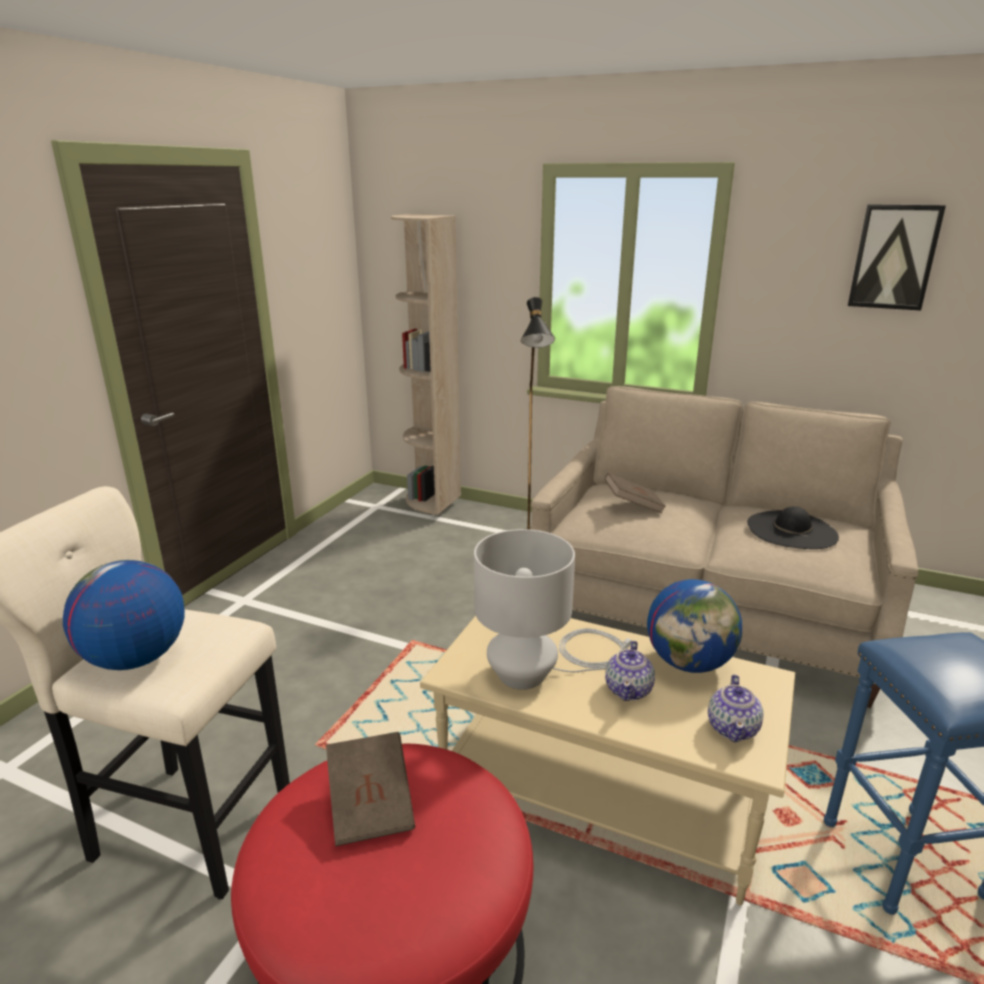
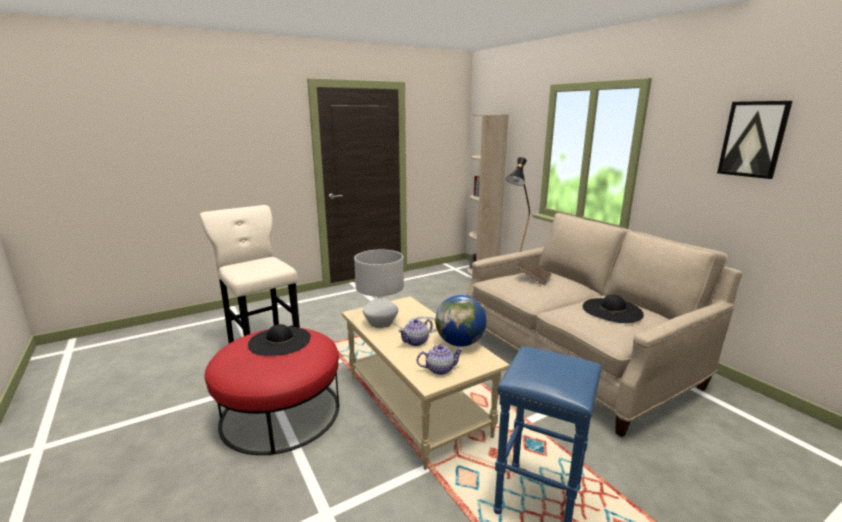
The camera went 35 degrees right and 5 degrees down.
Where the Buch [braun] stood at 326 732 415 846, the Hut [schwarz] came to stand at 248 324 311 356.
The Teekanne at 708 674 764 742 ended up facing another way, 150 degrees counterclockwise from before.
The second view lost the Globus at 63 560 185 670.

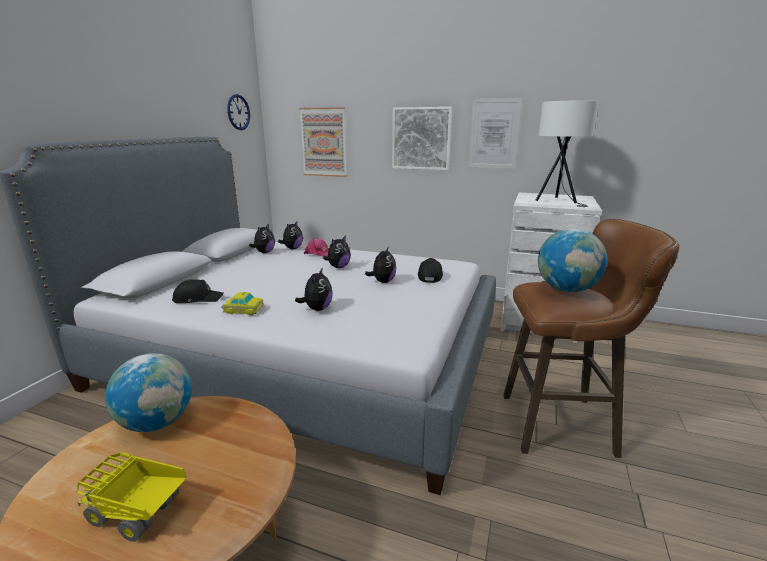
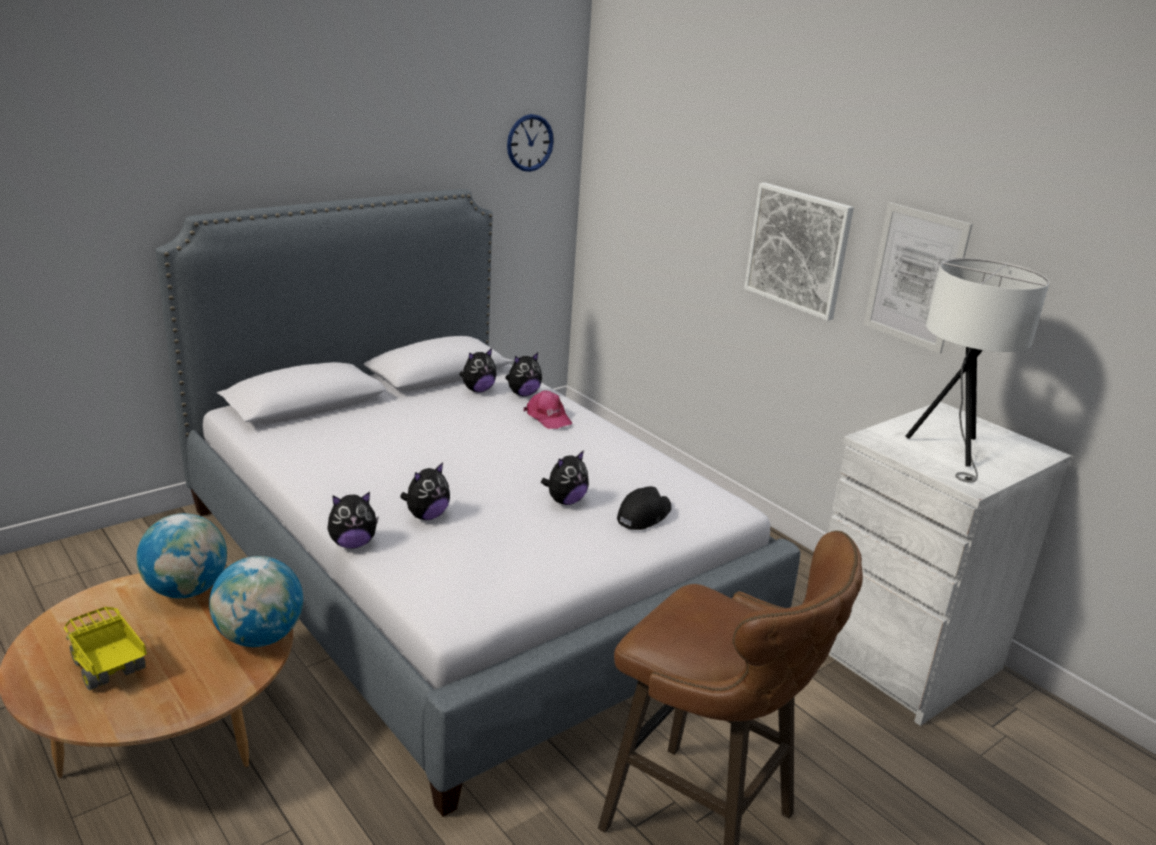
The camera went 30 degrees right and 5 degrees up.
The Globus ended up elsewhere, having gone from 538 228 607 292 to 209 556 303 647.
The Plüschtier ended up elsewhere, having gone from 323 236 351 268 to 327 492 379 549.
The second view lost the Kappe [schwarz] at 172 279 224 303.
The second view lost the Spielzeugauto at 221 292 264 315.
The second view lost the Bild at 299 107 347 177.

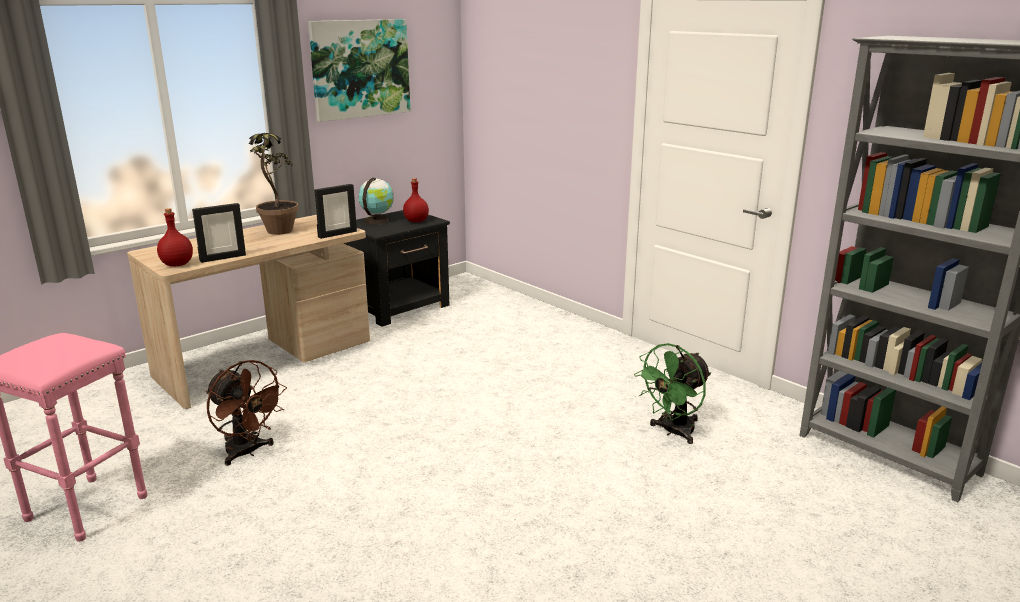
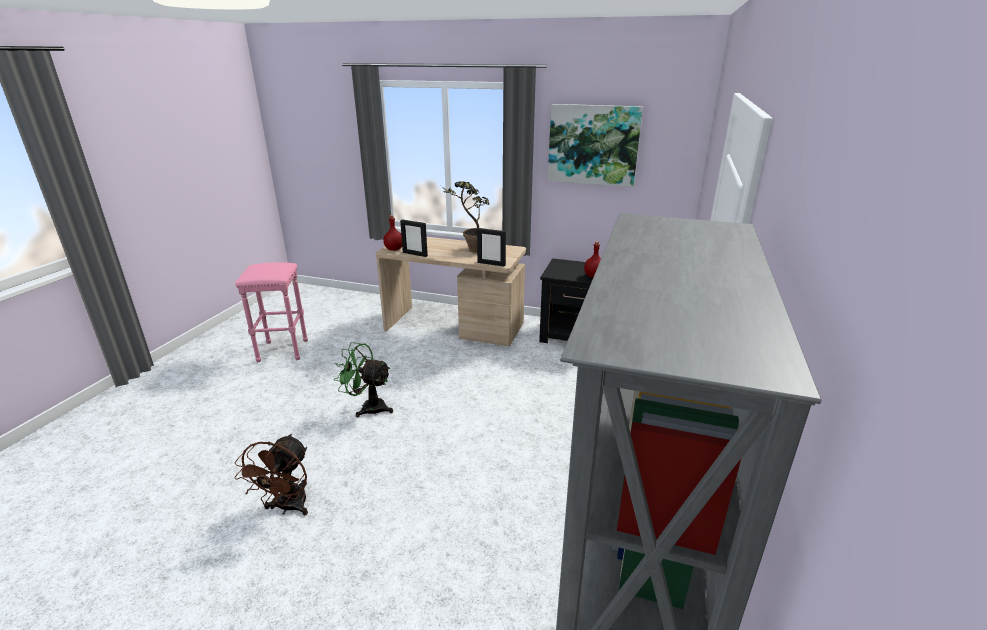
The camera went 60 degrees right and 5 degrees up.
The Ventilator [braun] ended up elsewhere, having gone from 206 360 287 466 to 234 434 308 515.
The Ventilator [grün] ended up elsewhere, having gone from 634 343 711 444 to 334 342 393 417.
The second view lost the Globus at 359 178 393 224.

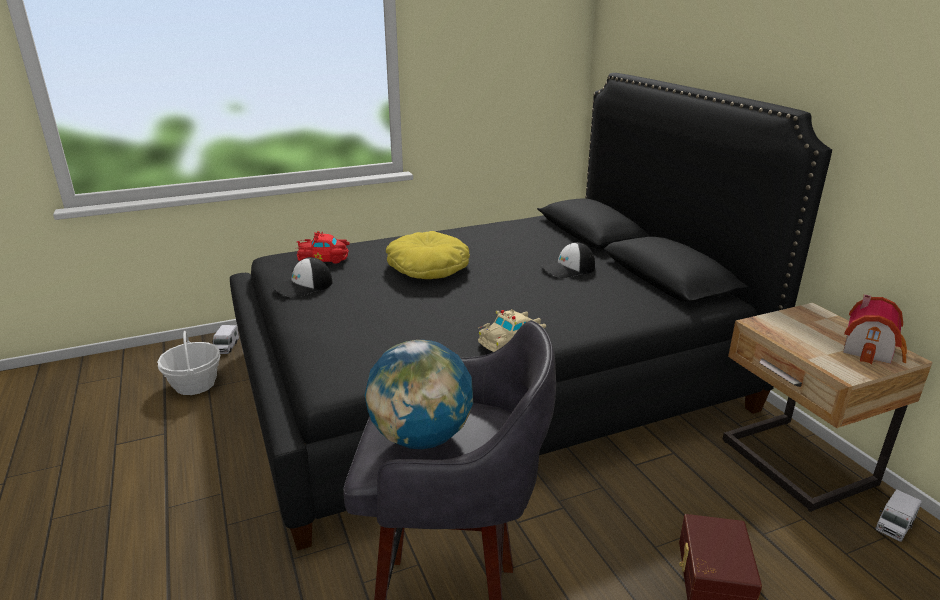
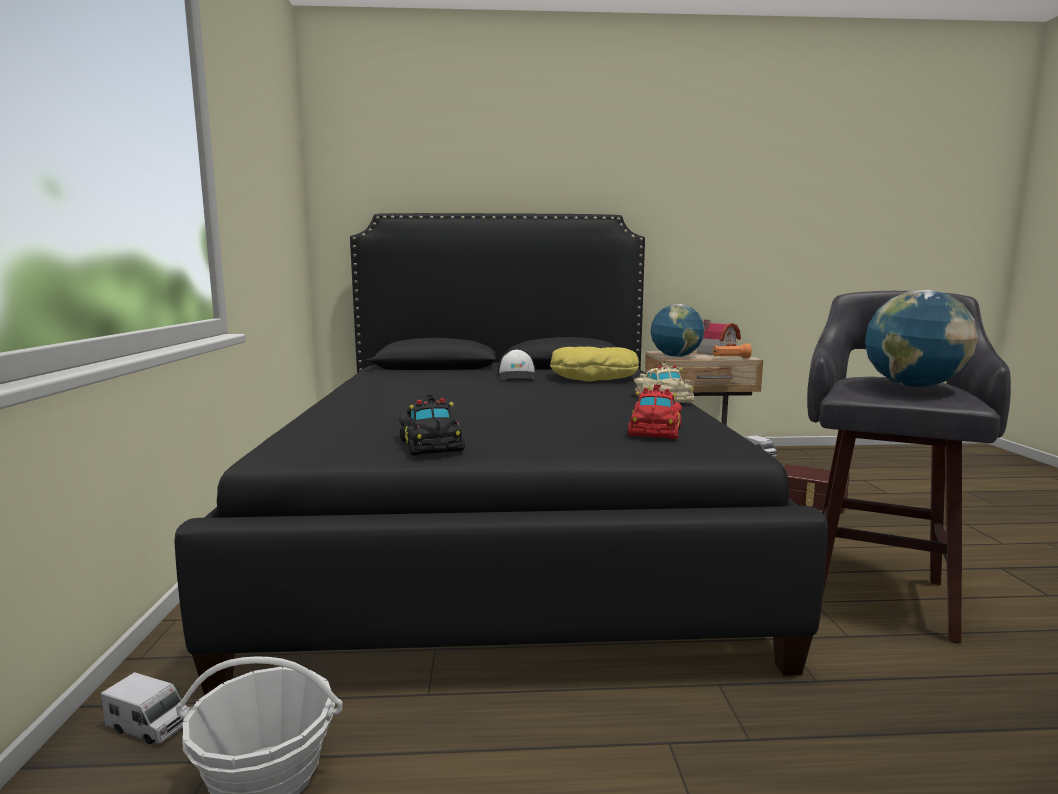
The camera went 70 degrees left and 15 degrees down.
Where the Kappe stood at 273 257 333 298, the Spielzeugauto [schwarz] came to stand at 399 395 465 456.
The Kissen [gelb] ended up elsewhere, having gone from 386 231 470 279 to 550 347 639 382.
The Spielzeugauto [rot] ended up elsewhere, having gone from 297 231 350 264 to 628 385 682 439.
The second view gained the Globus at 651 304 705 357.
The second view gained the Taschenlampe [orange] at 712 343 752 358.

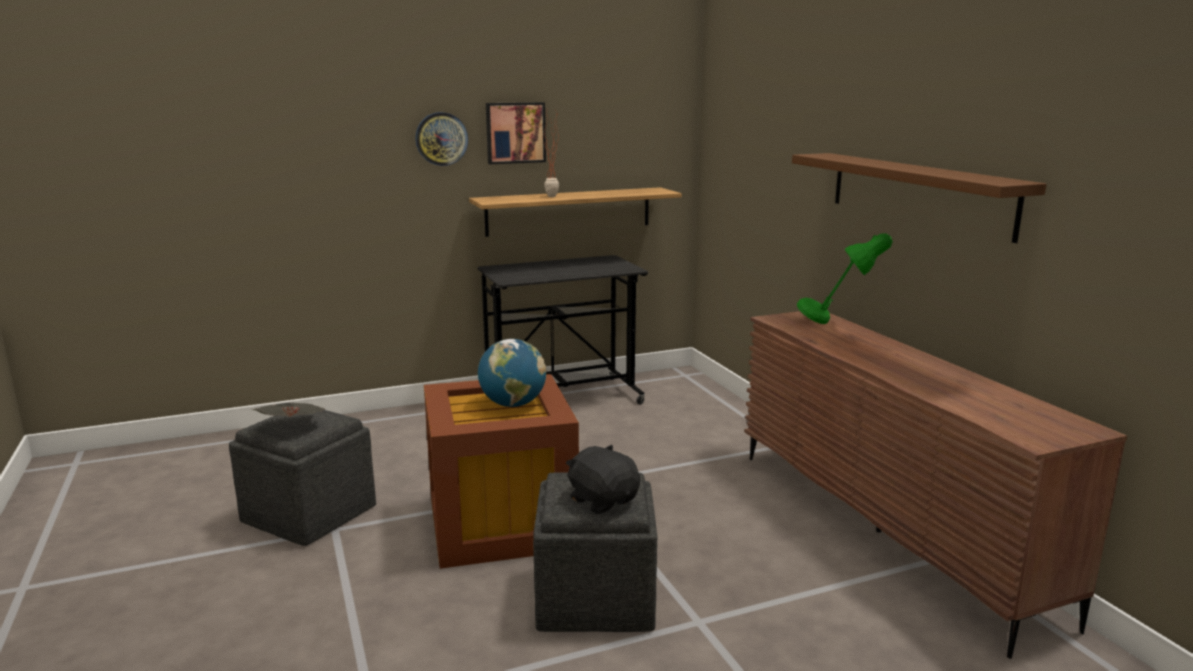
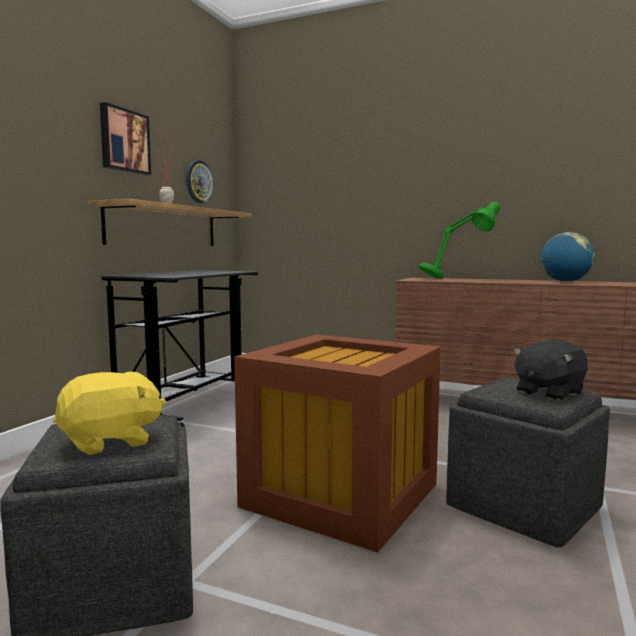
The camera went 45 degrees left and 10 degrees down.
Where the Zeitung stood at 251 403 325 417, the Plüschtier [gelb] came to stand at 53 372 166 455.
The Wanduhr ended up elsewhere, having gone from 415 112 468 166 to 186 160 214 203.
The Plüschtier [schwarz] at 566 445 640 514 ended up facing another way, 45 degrees counterclockwise from before.
The Globus ended up elsewhere, having gone from 478 339 546 407 to 541 232 595 282.
The second view lost the Wandregal [braun] at 792 153 1047 243.

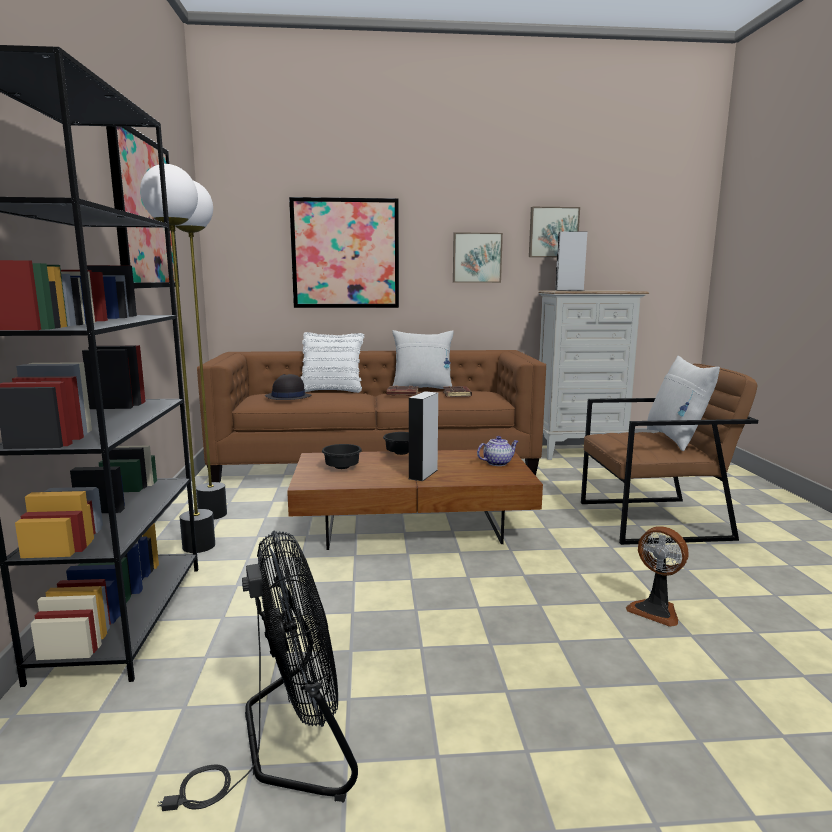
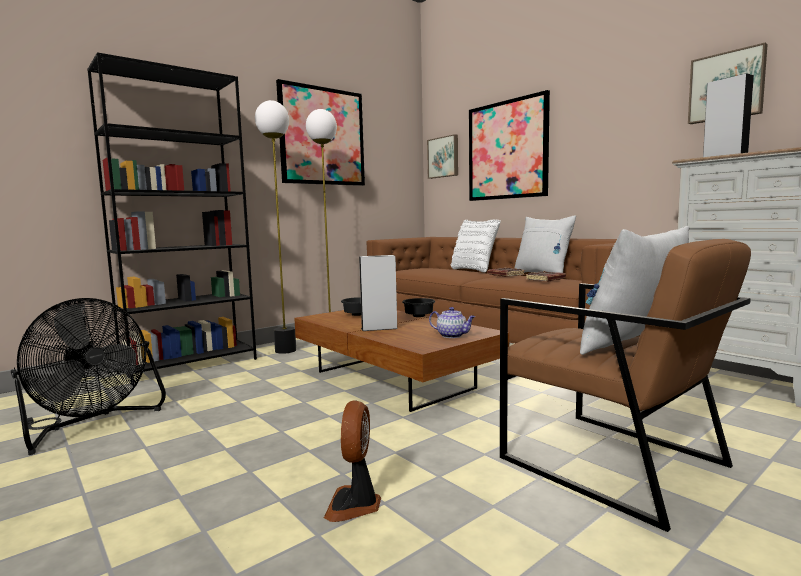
The camera went 55 degrees right and 5 degrees down.
The Bild ended up elsewhere, having gone from 453 232 503 283 to 427 134 458 179.
The second view lost the Hut [schwarz] at 264 374 311 400.

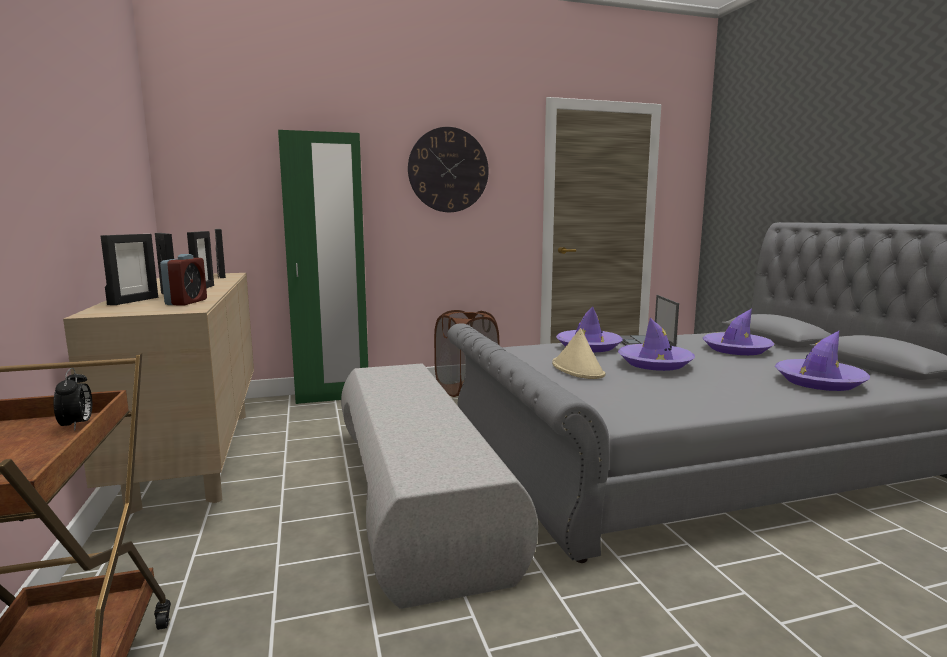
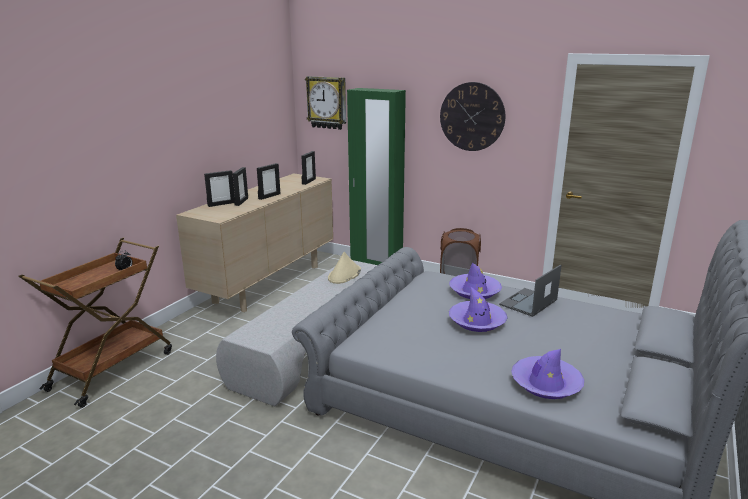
The camera went 45 degrees right and 10 degrees up.
The second view gained the Wanduhr at 305 76 346 130.
The Hut [beige] ended up elsewhere, having gone from 552 328 605 379 to 328 252 361 284.
The second view lost the Wecker at 160 254 207 305.
The second view lost the Hut [lila] at 702 309 774 355.

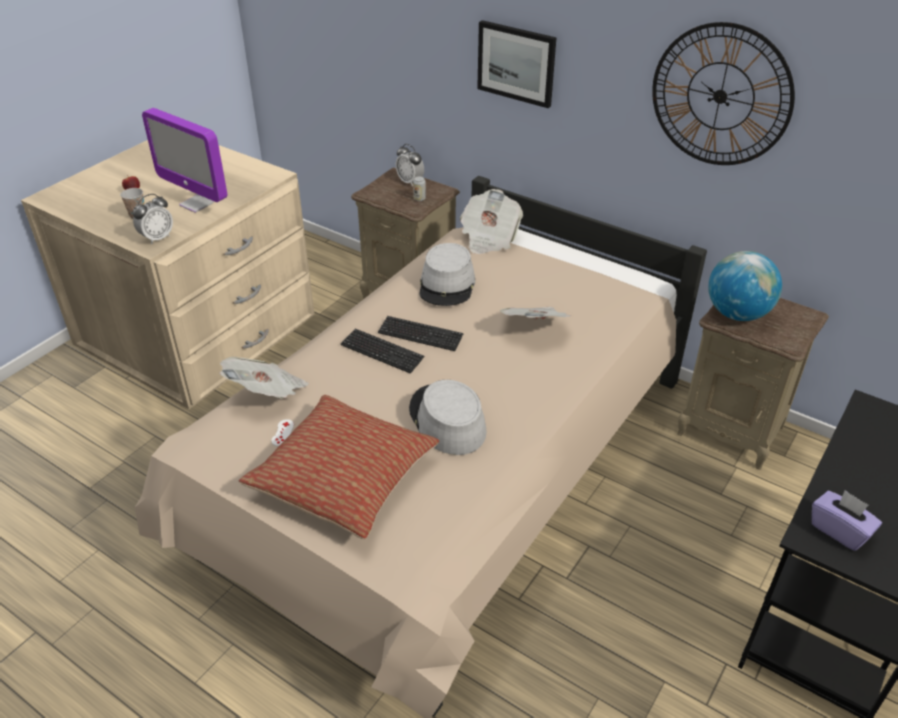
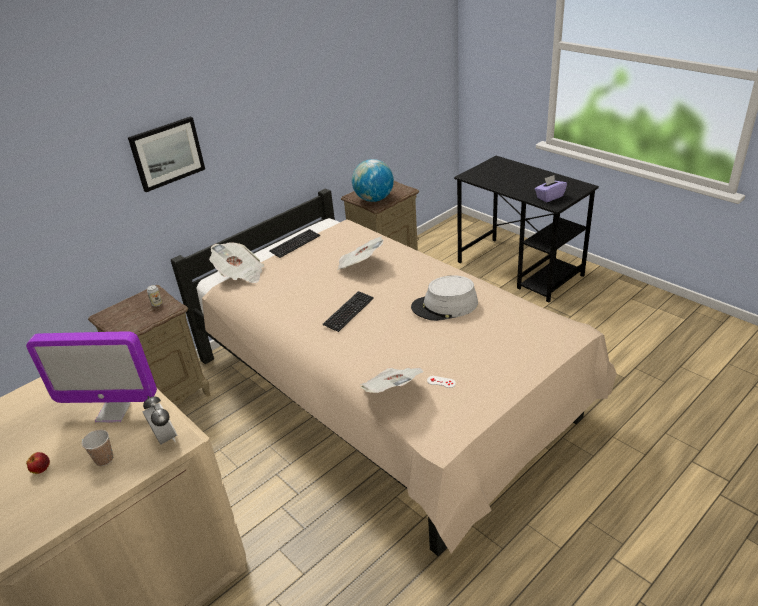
The camera went 75 degrees left and 5 degrees down.
The Monitor at 142 108 227 213 ended up facing another way, 45 degrees clockwise from before.
The Tastatur ended up elsewhere, having gone from 341 329 424 374 to 269 229 320 258.
The second view lost the Kissen at 239 395 439 539.
The second view lost the Wecker at 396 144 424 187.
The second view lost the Hut [grau] at 419 243 476 306.
The second view lost the Wanduhr at 652 22 795 165.

